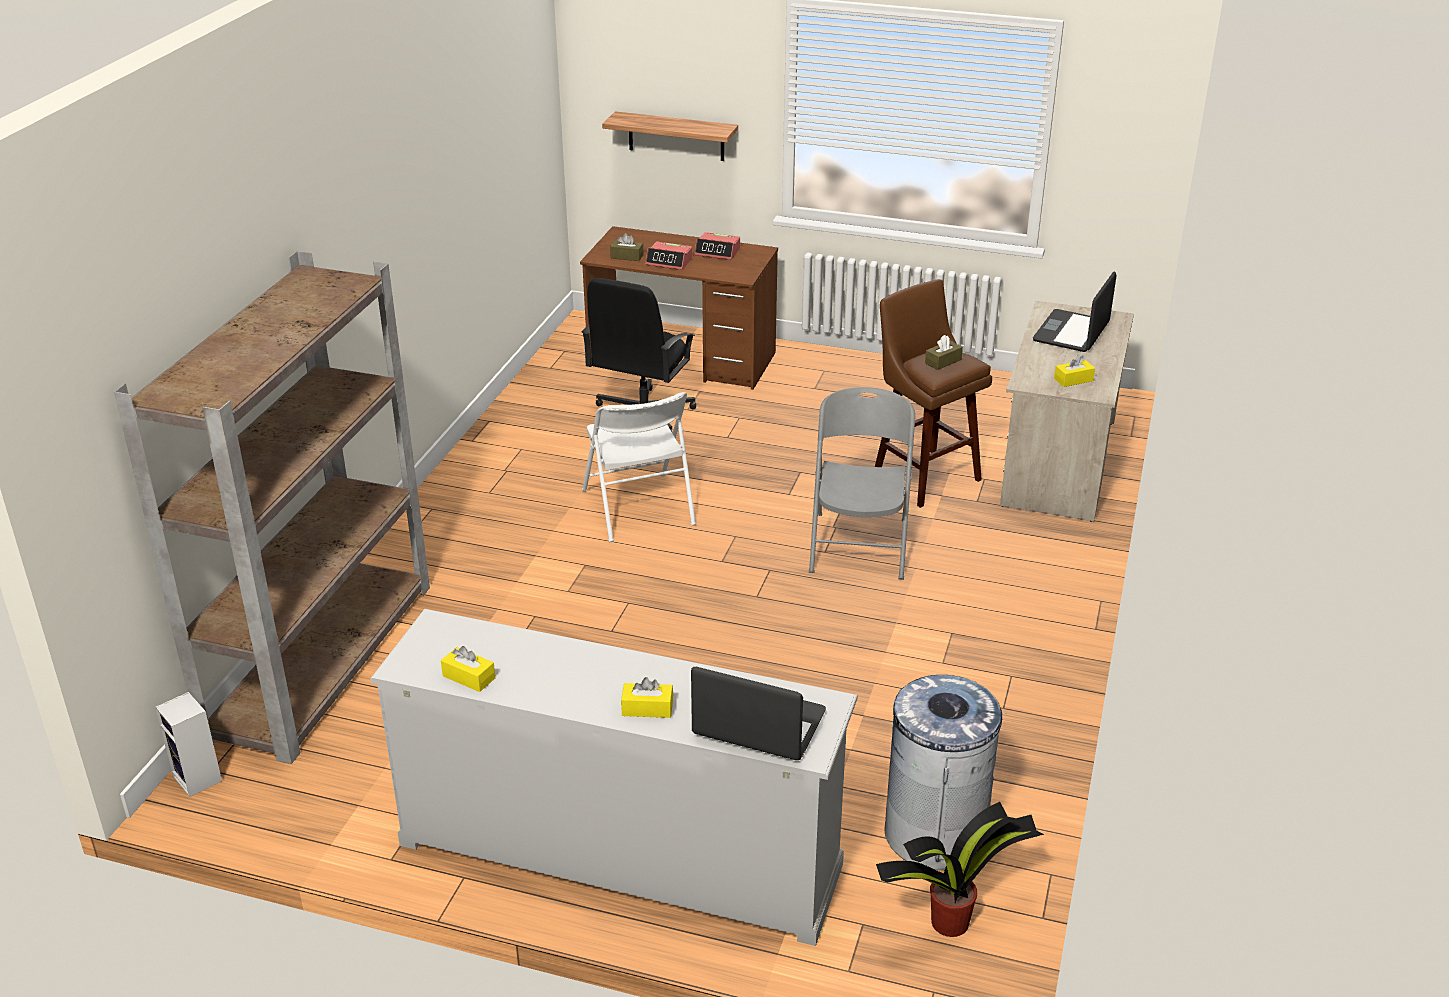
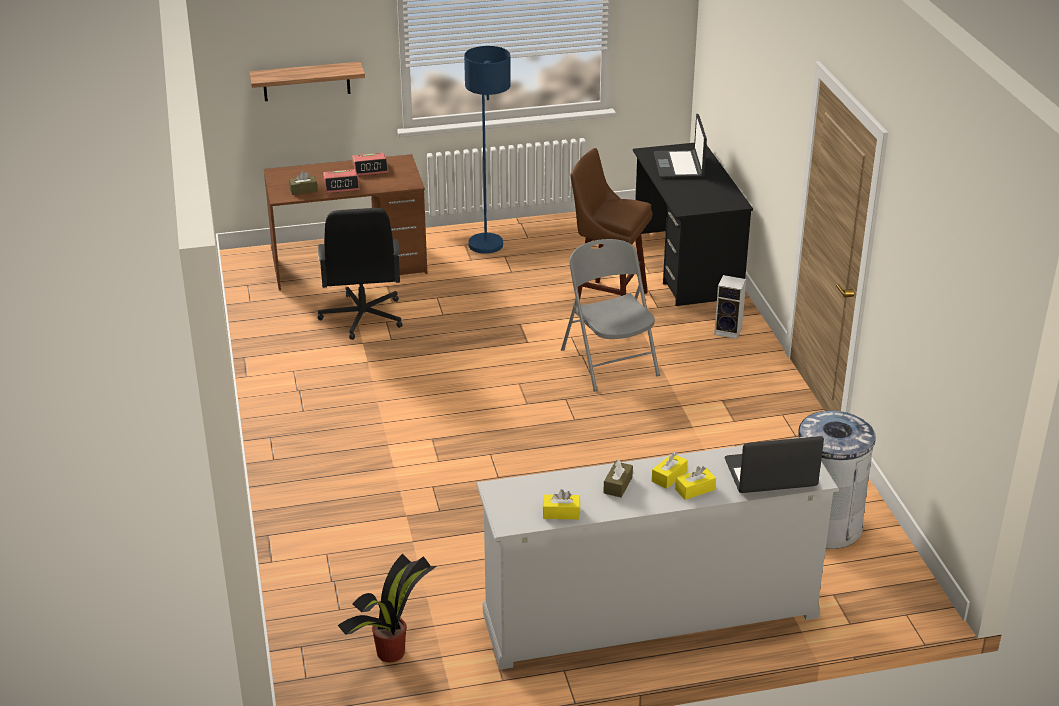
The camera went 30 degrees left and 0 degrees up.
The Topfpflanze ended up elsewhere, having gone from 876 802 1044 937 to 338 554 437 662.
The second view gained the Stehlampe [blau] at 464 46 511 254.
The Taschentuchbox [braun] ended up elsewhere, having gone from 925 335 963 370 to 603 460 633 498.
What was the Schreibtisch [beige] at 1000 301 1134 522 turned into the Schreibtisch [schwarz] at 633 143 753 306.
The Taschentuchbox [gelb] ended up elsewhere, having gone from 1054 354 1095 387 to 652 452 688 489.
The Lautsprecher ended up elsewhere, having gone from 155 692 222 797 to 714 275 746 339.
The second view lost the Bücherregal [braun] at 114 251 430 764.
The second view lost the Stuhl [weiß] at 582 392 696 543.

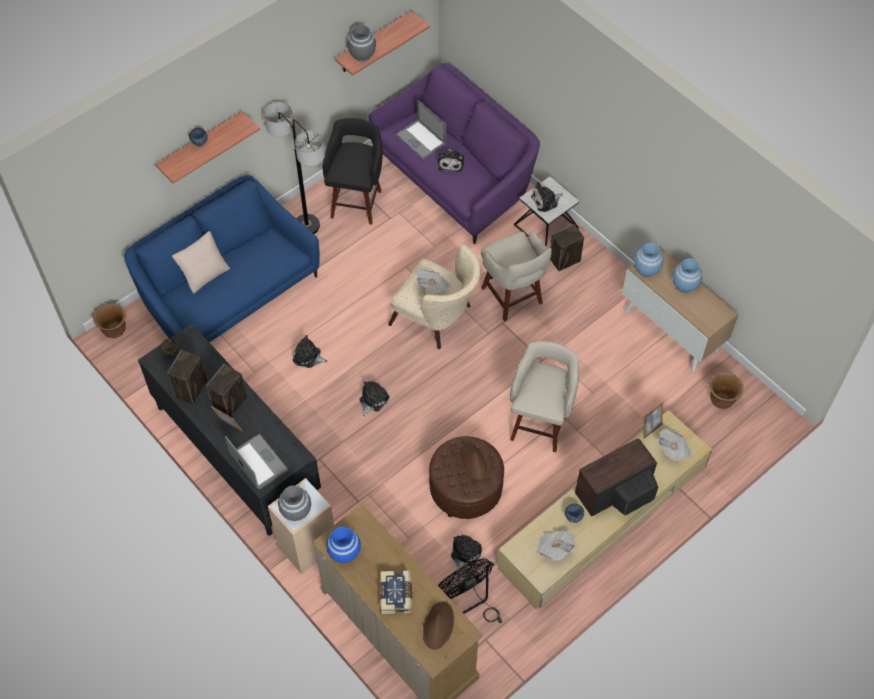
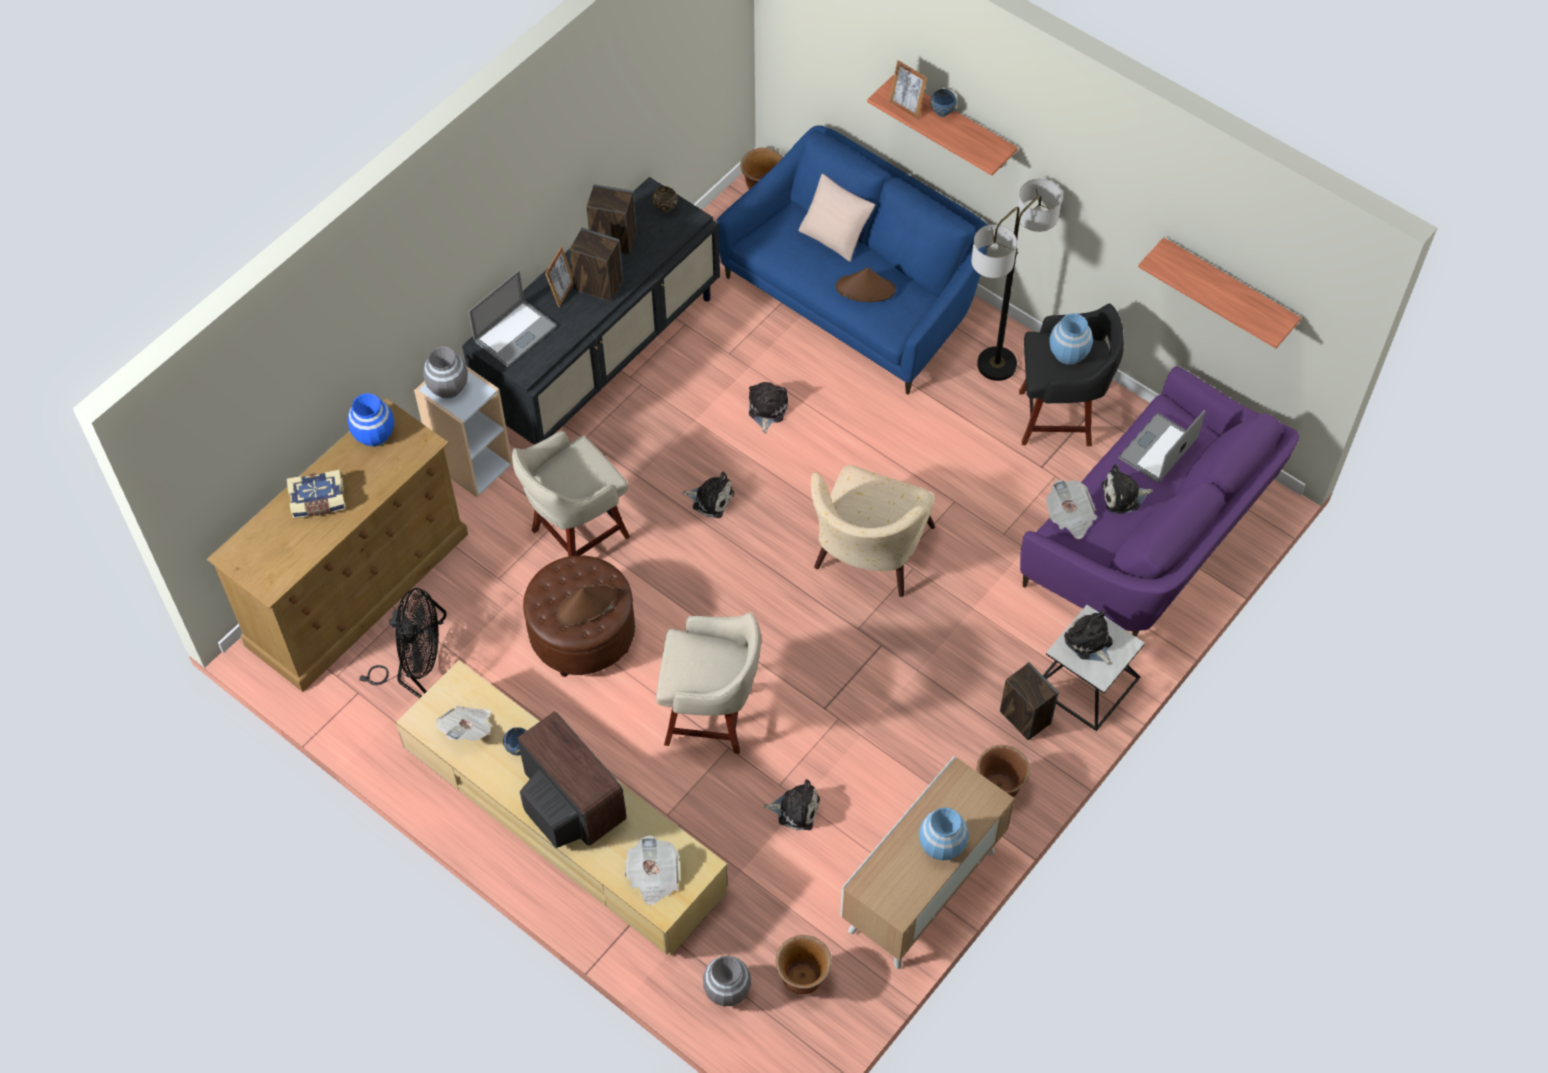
The camera went 80 degrees right and 0 degrees up.
The Ventilator [schwarz] at 438 559 502 624 ended up facing another way, 45 degrees clockwise from before.
The Hocker [beige] ended up elsewhere, having gone from 481 231 552 322 to 512 431 630 557.
The Vase [grau] ended up elsewhere, having gone from 347 25 376 62 to 703 956 751 1006.
The Plüschtier ended up elsewhere, having gone from 451 535 482 569 to 764 779 820 830.
The Hut [braun] ended up elsewhere, having gone from 423 601 454 649 to 836 267 896 302.
The Bilderrahmen ended up elsewhere, having gone from 643 402 663 439 to 889 60 928 119.
The second view gained the Pflanzkübel [braun] at 977 745 1030 797.
The Zeitung ended up elsewhere, having gone from 416 269 452 295 to 1046 479 1097 539.
The Vase [blau] ended up elsewhere, having gone from 634 243 664 277 to 1049 313 1093 365.

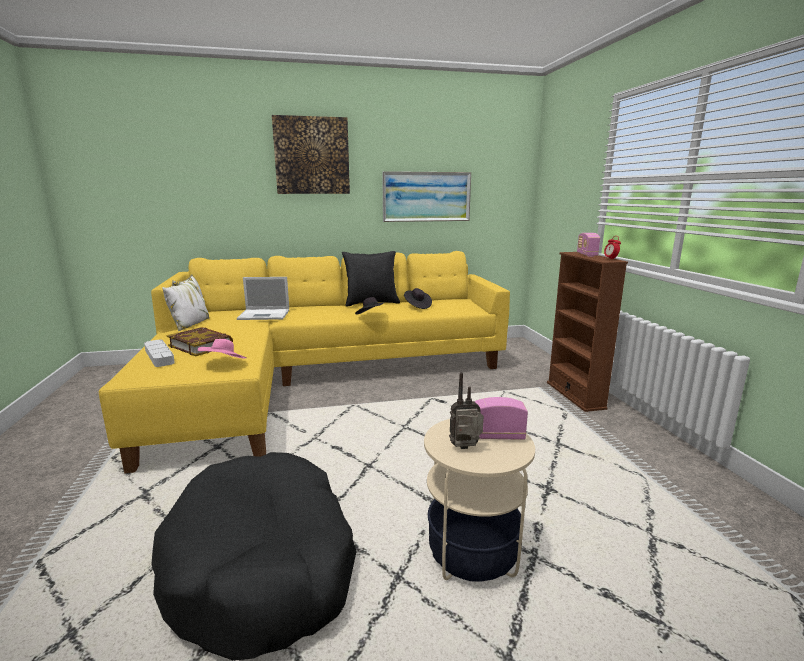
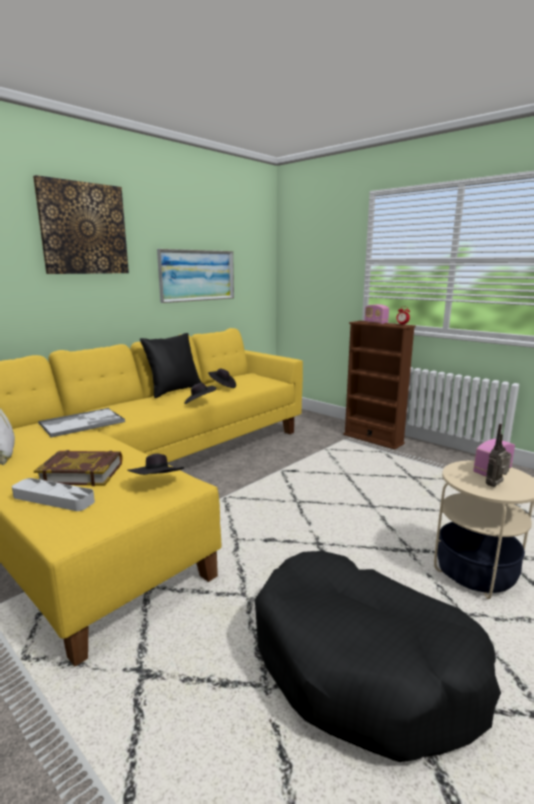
The camera went 35 degrees left and 0 degrees up.
Where the Laptop stood at 237 277 289 320, the Tablett came to stand at 38 408 125 438.
What was the Hut [rosa] at 198 339 247 358 turned into the Hut [schwarz] at 127 454 184 475.

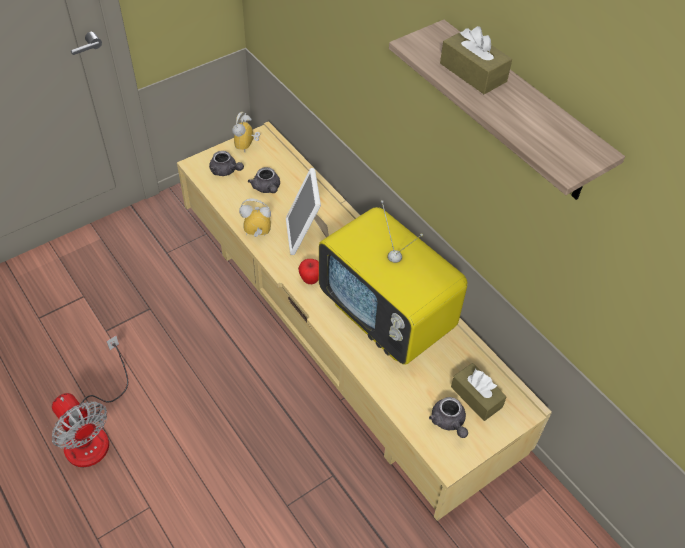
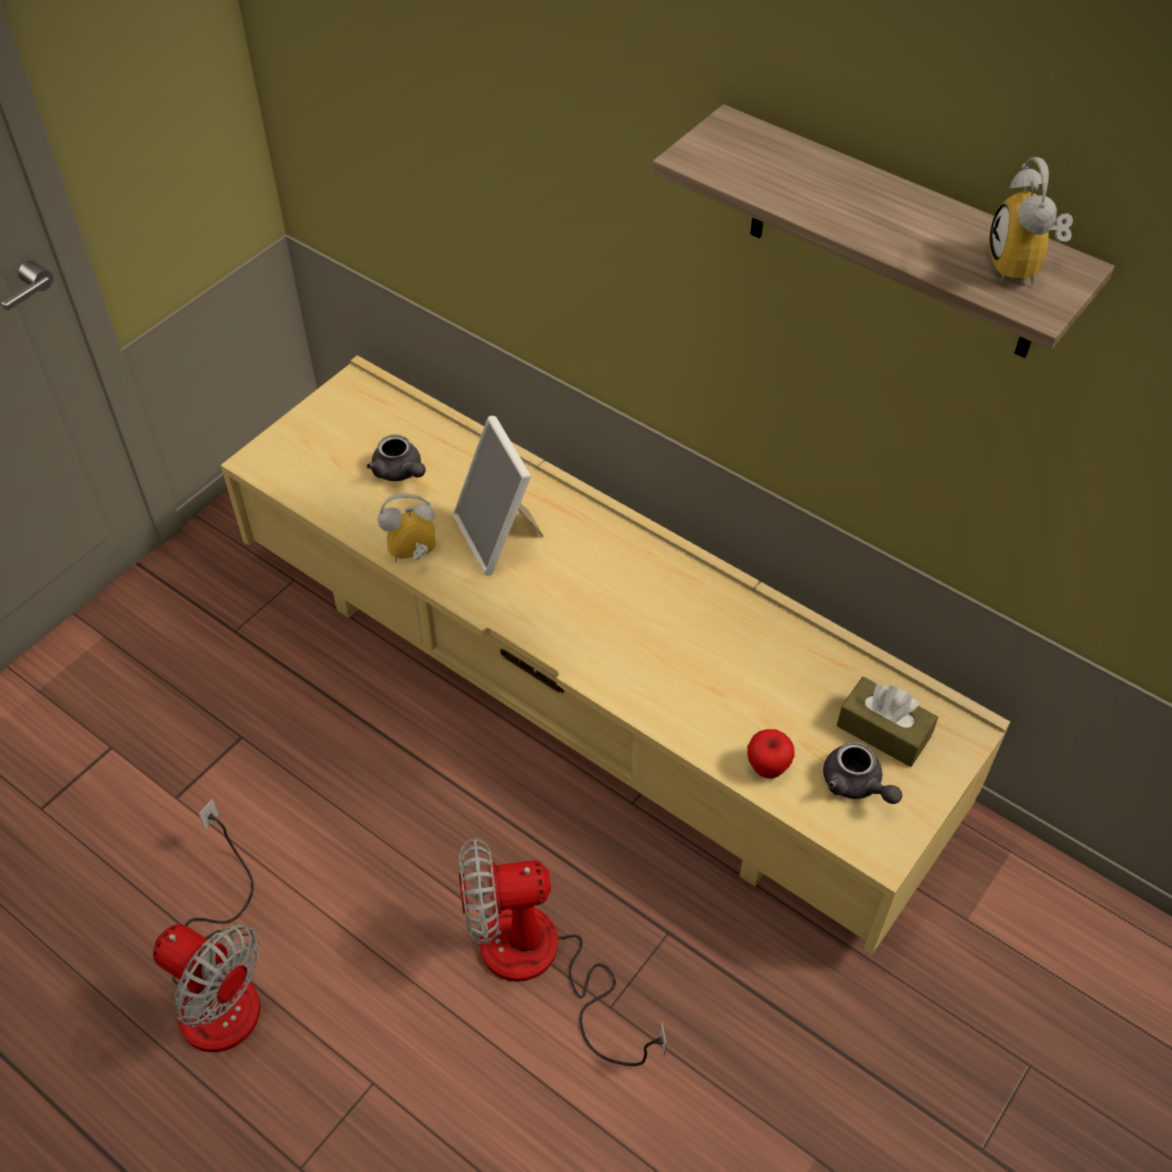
The camera went 15 degrees left and 0 degrees up.
The second view gained the Ventilator at 459 838 666 1066.
The Apfel ended up elsewhere, having gone from 298 259 319 284 to 747 729 795 779.
The Wecker ended up elsewhere, having gone from 232 112 260 152 to 989 157 1073 287.
The second view lost the Teekanne [grau] at 209 151 244 176.
The second view lost the Fernseher at 319 200 468 365.
The second view lost the Taschentuchbox [braun] at 440 26 512 94.

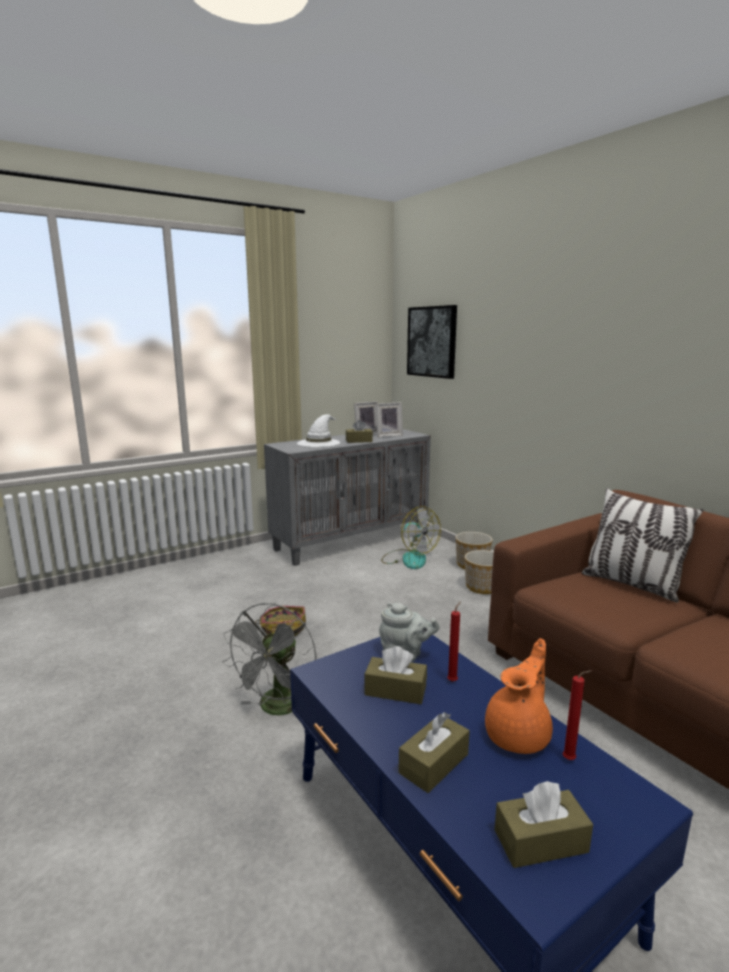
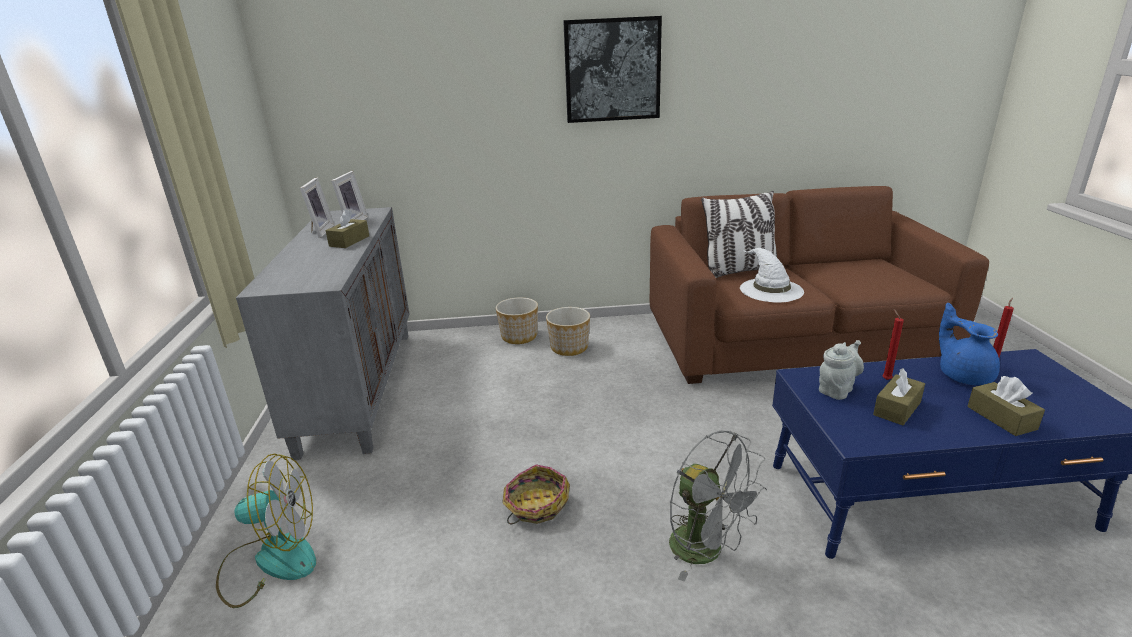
The camera went 60 degrees left and 10 degrees up.
The Ventilator ended up elsewhere, having gone from 381 506 441 569 to 216 454 316 608.
The Bild ended up elsewhere, having gone from 407 305 457 379 to 563 16 662 123.
The Hut [weiß] ended up elsewhere, having gone from 297 414 340 447 to 740 248 804 303.
What was the Teekanne [orange] at 485 638 553 754 turned into the Teekanne [blau] at 939 303 1000 385.
The second view lost the Taschentuchbox [braun] at 494 781 593 868.

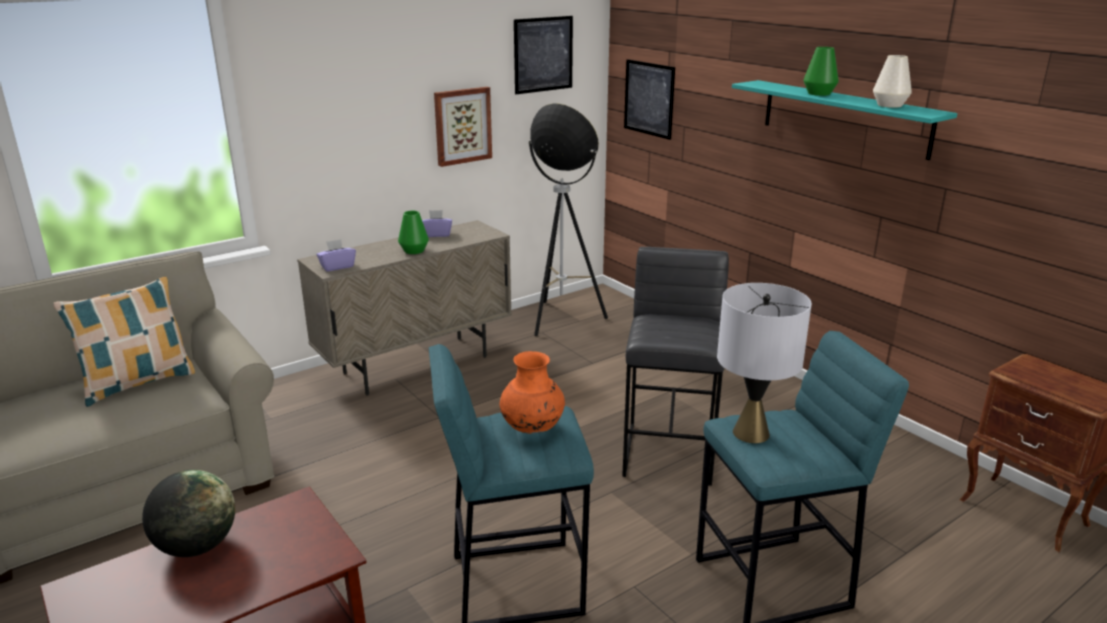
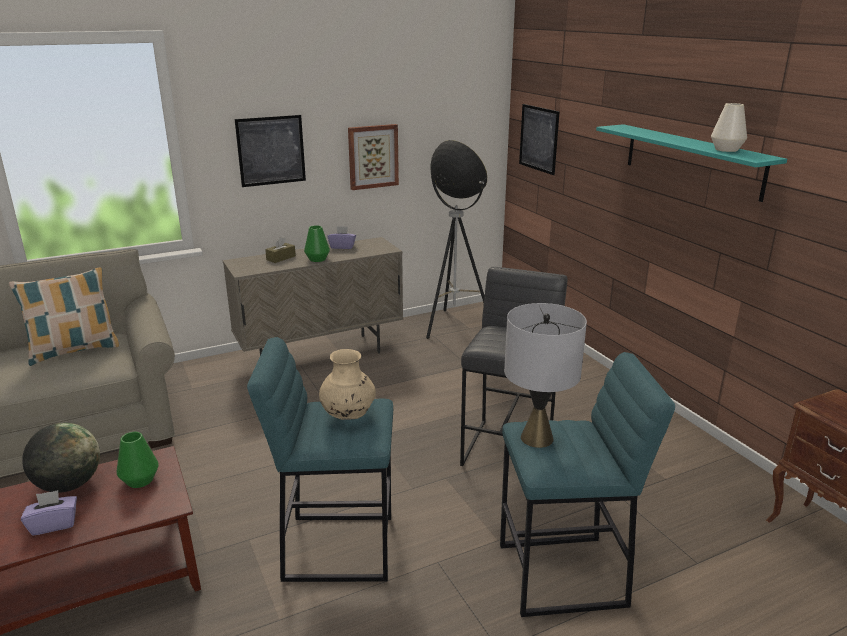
The camera went 10 degrees right and 0 degrees up.
The Taschentuchbox [lila] ended up elsewhere, having gone from 316 239 356 272 to 21 490 77 535.
The Vase [grün] ended up elsewhere, having gone from 803 47 839 96 to 116 432 159 488.
The Bild ended up elsewhere, having gone from 514 16 573 94 to 235 115 306 187.
The second view gained the Taschentuchbox [braun] at 265 237 296 263.
What was the Vase [orange] at 500 351 565 434 turned into the Vase [beige] at 319 349 376 420.

